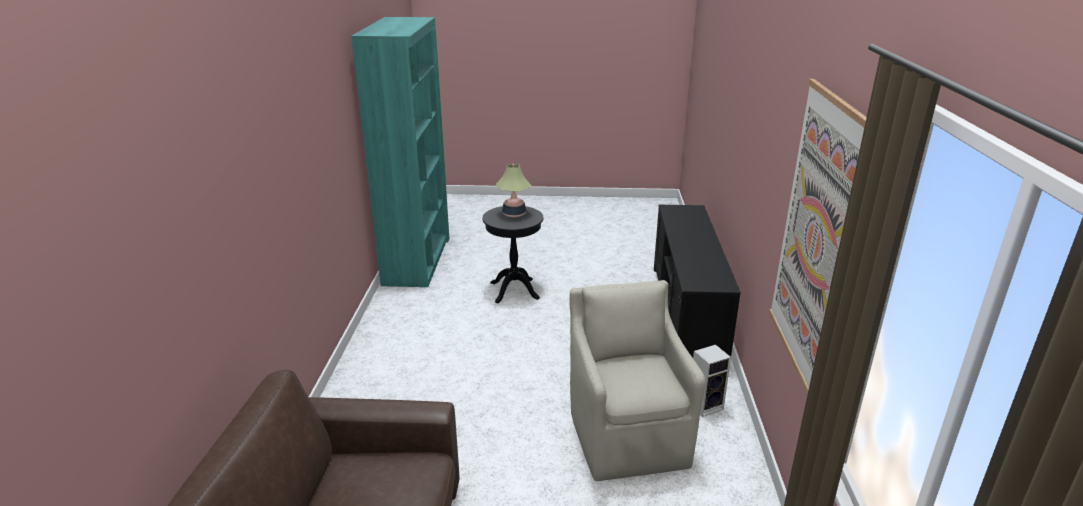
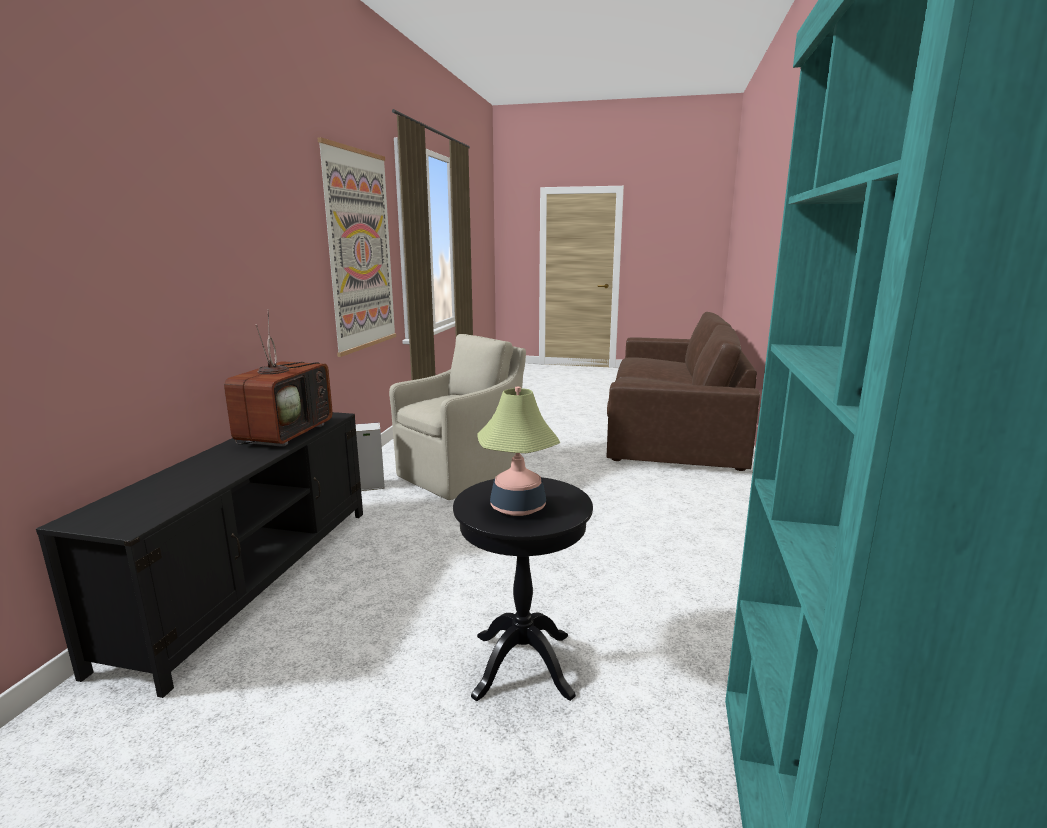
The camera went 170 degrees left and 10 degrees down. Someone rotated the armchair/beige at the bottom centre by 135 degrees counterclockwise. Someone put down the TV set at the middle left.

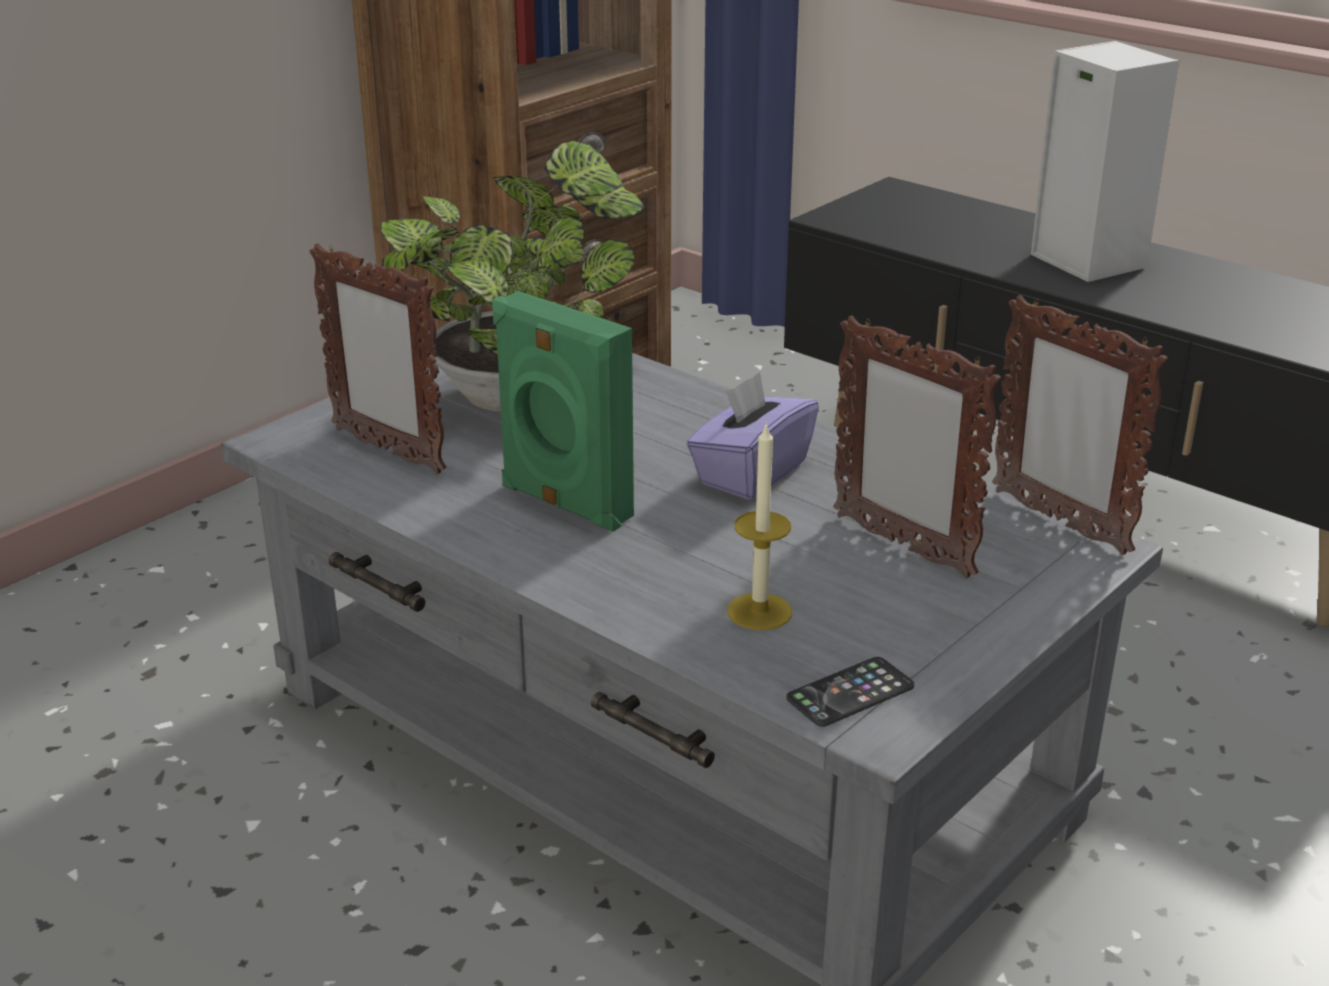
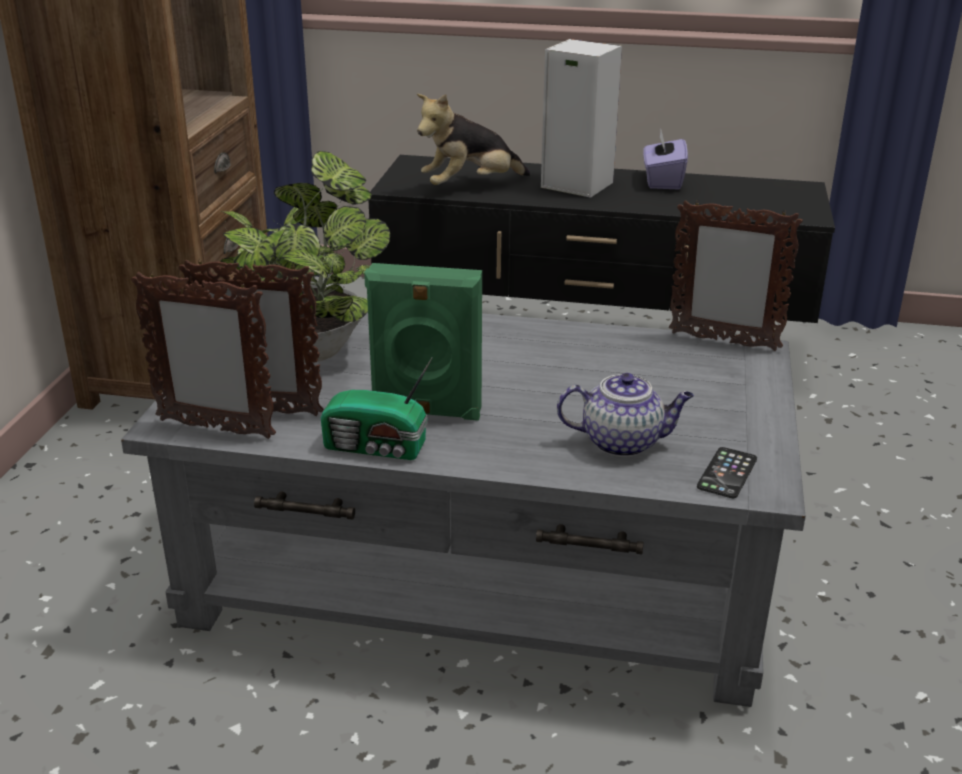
The camera went 30 degrees left and 0 degrees up. Someone carried the tissue holder/purple-coloured from the centre to the top right. Someone swapped the candle at the centre for the pot for tea at the centre. Someone carried the standing frame (2nd from left in the first image) from the middle right to the middle left. Someone put down the radio set at the centre. Someone put down the plush toy at the top centre.

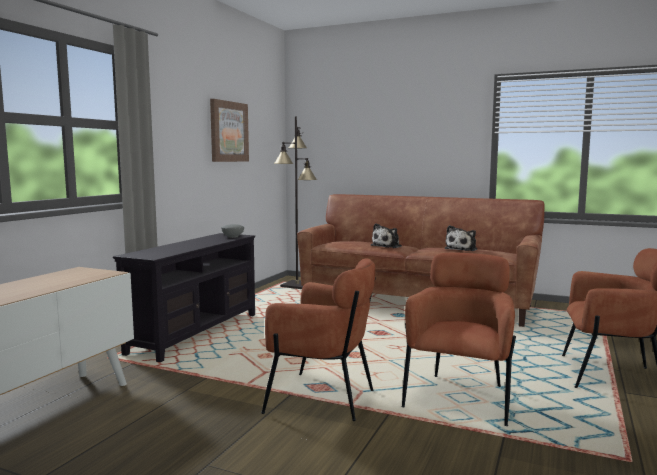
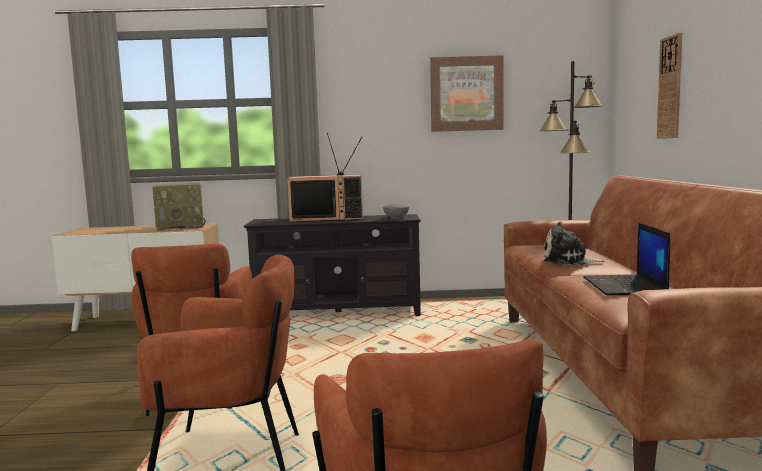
The camera went 65 degrees right and 0 degrees up. Someone swapped the plush toy (2nd from left) at the middle right for the notebook computer at the middle right. Someone put down the radio set at the middle left. Someone put down the TV set at the centre. Someone put up the hanging clock at the top right.

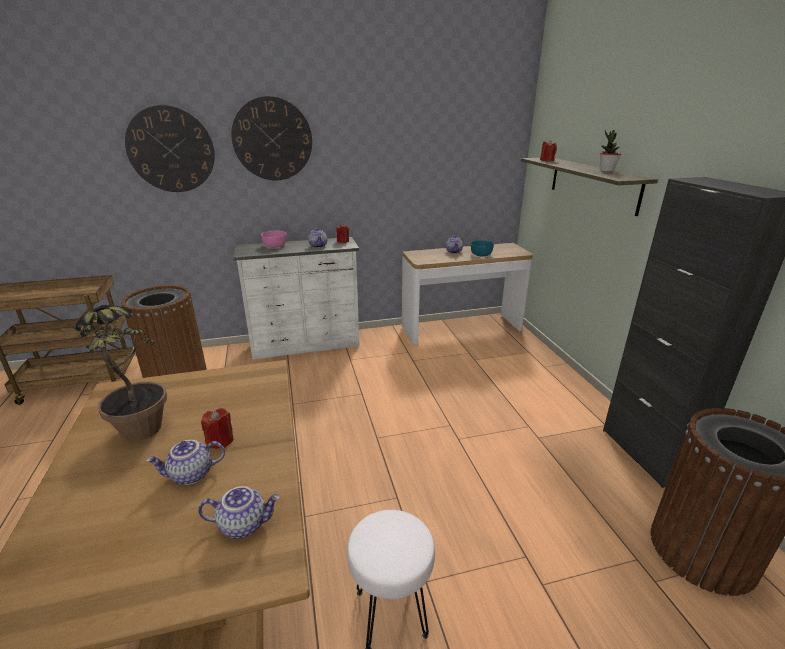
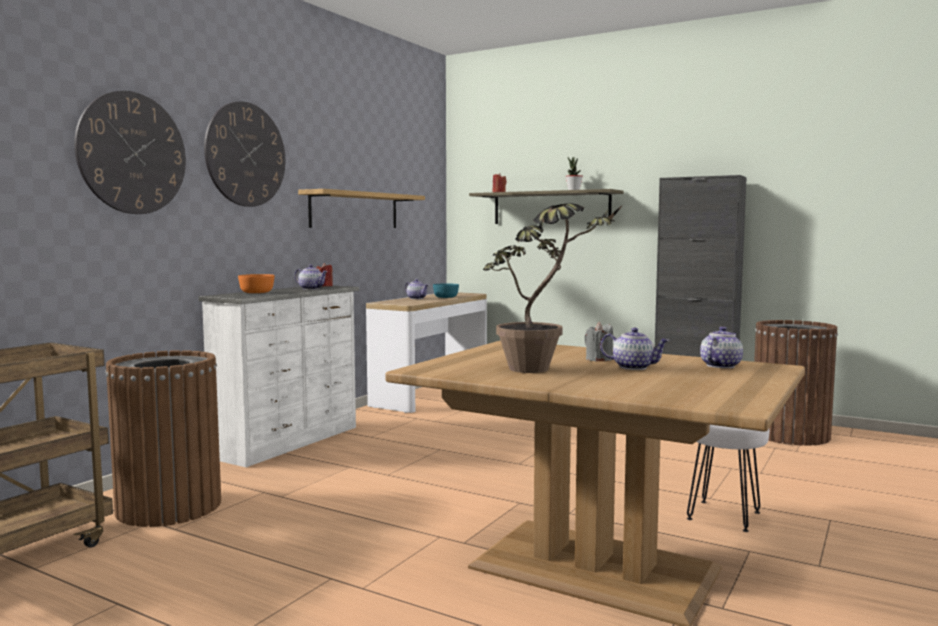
The camera went 45 degrees left and 20 degrees down. Someone rotated the pot for tea (1st from left in the first image) at the bottom left by 90 degrees counterclockwise. Someone repainted the candle/red (1st from left) at the middle left, which became the candle/gray at the centre. Someone repainted the bowl/pink-coloured at the centre, which became the bowl/orange at the middle left. Someone put up the bracket shelf (1st from left) at the top centre.

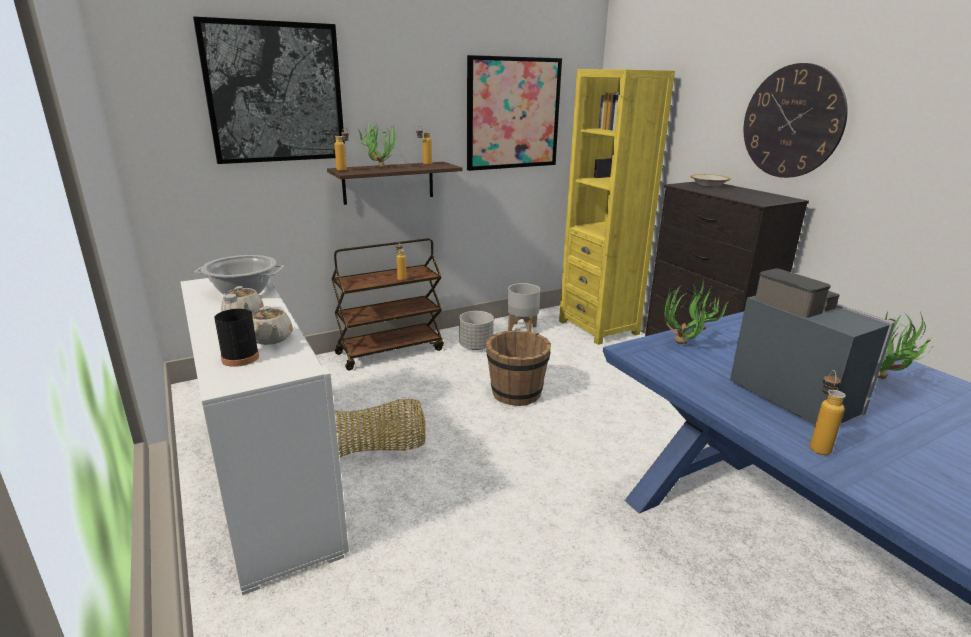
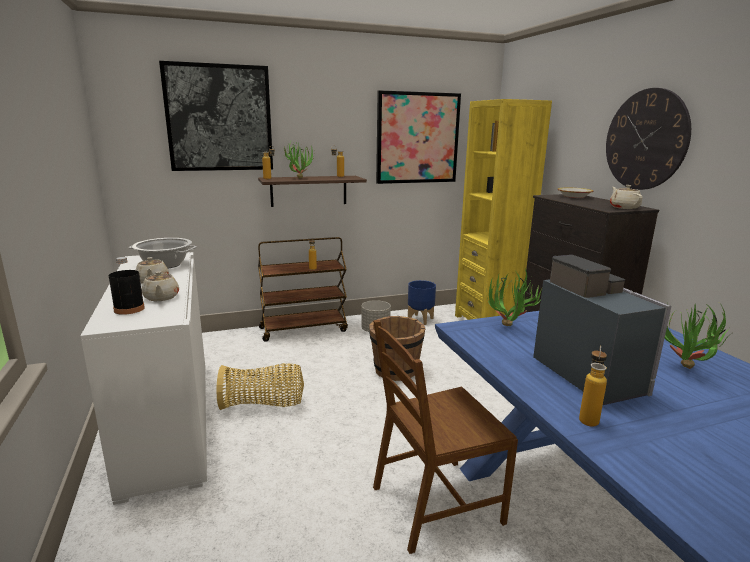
The camera went 10 degrees right and 5 degrees down. Someone repainted the flower pot/gray (2nd from left) at the centre, which became the flower pot/blue-coloured at the centre. Someone put down the chair/brownish at the bottom centre. Someone put down the pot for tea/beige (3rd from left) at the middle right.

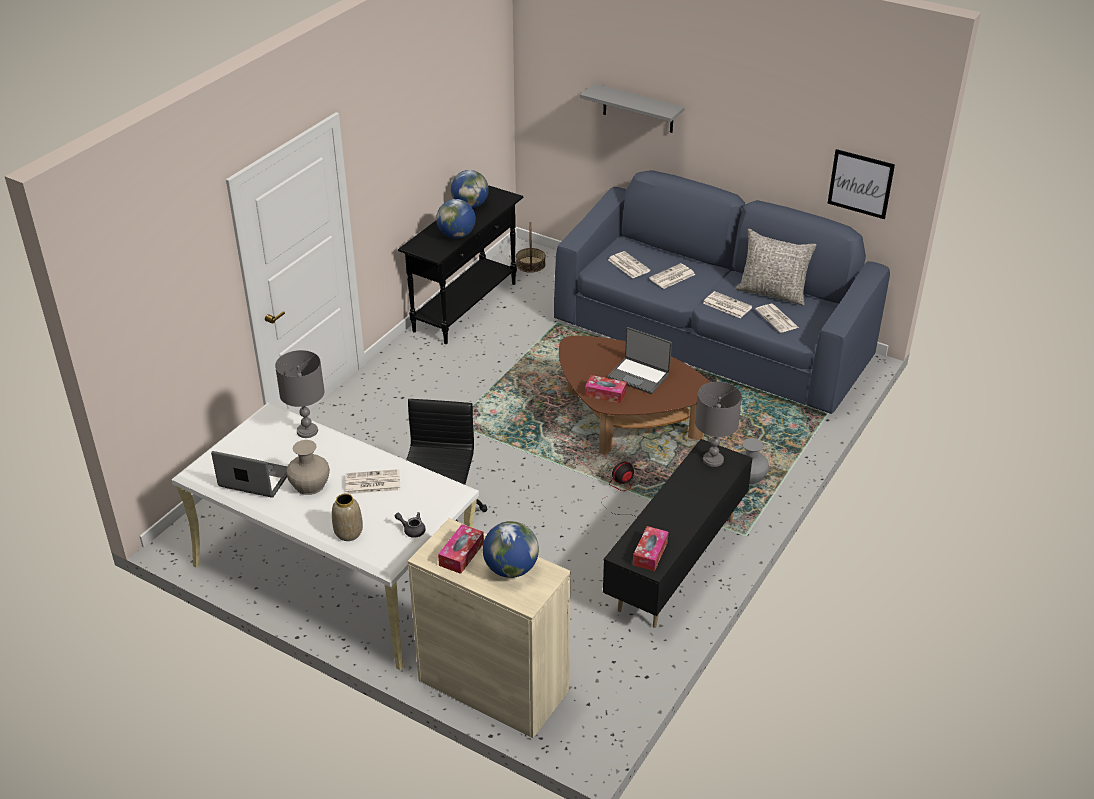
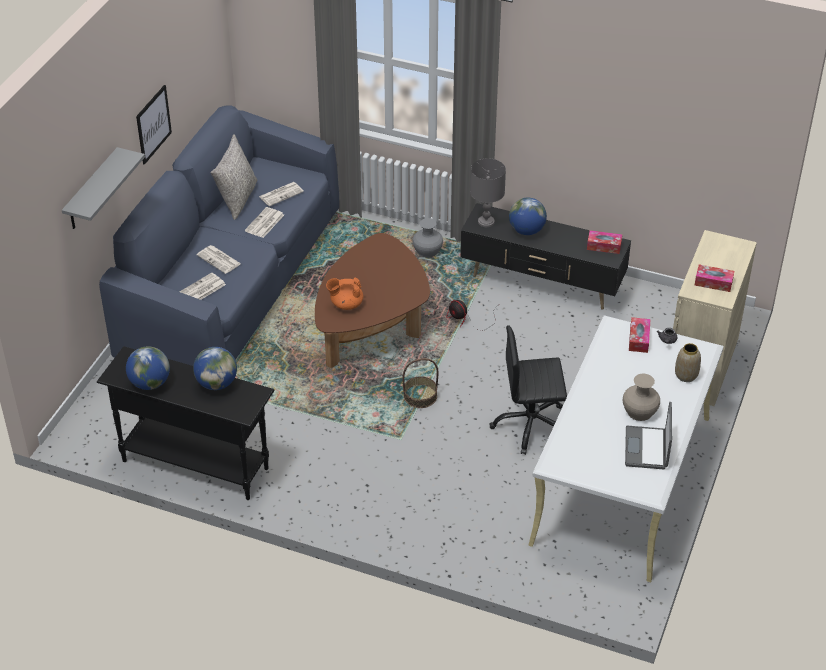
The camera went 100 degrees left and 5 degrees up. Someone took away the tabletop lamp/gray (1st from left) at the middle left. Someone took away the newspaper (1st from left) at the centre. Someone carried the globe (3rd from left) from the bottom centre to the top centre. Someone carried the storage basket from the top centre to the centre. Someone carried the tissue holder (2nd from left) from the centre to the middle right. Someone took away the notebook computer (2nd from left) at the centre. Someone carried the wall picture from the top right to the top left. Someone put down the pot for tea/orange at the centre.

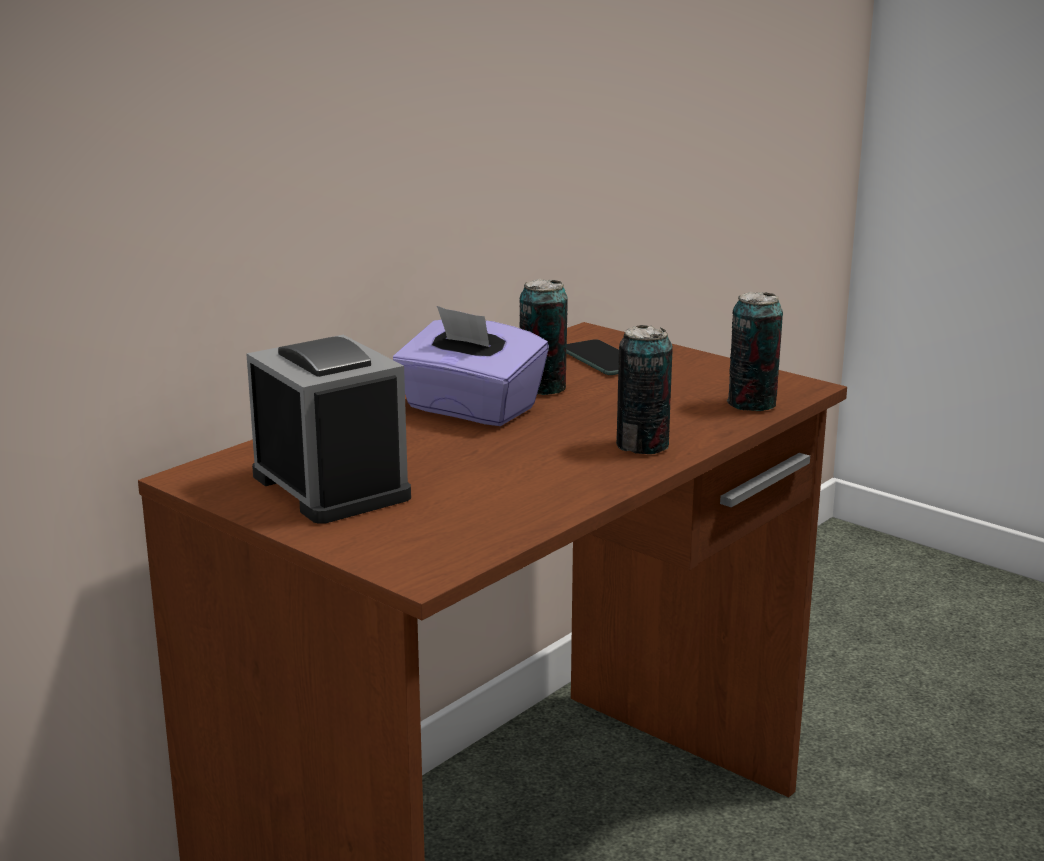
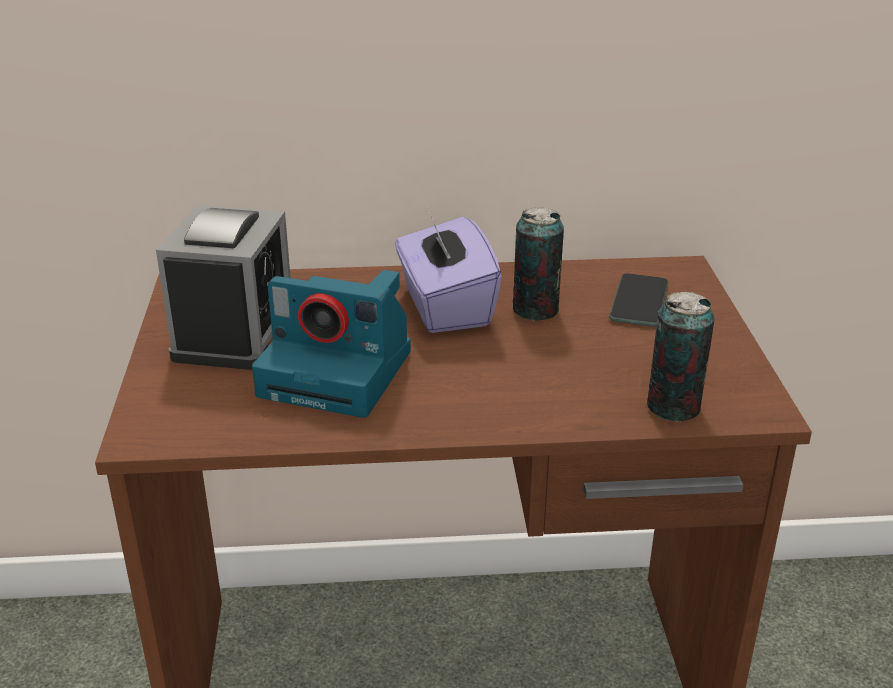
The camera went 45 degrees right and 10 degrees up. Someone took away the can (2nd from left) at the centre. Someone put down the photo camera at the centre.

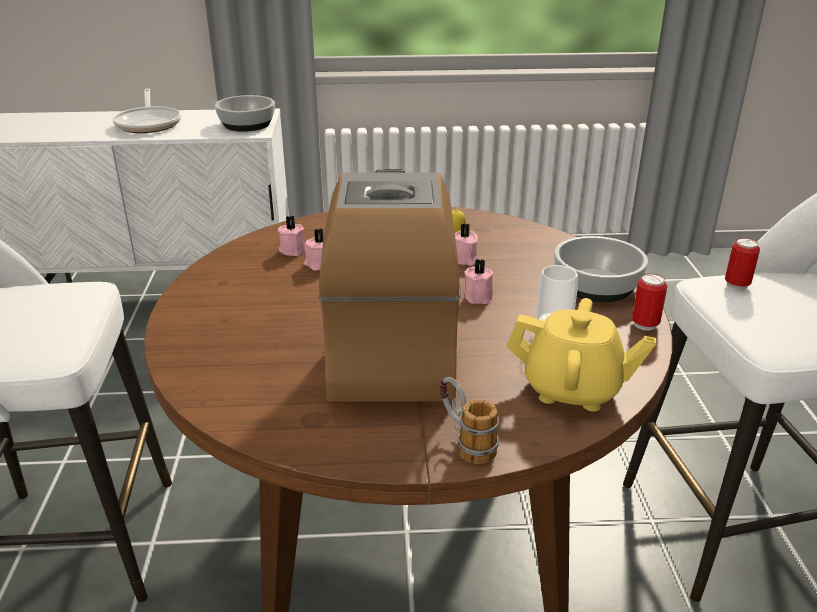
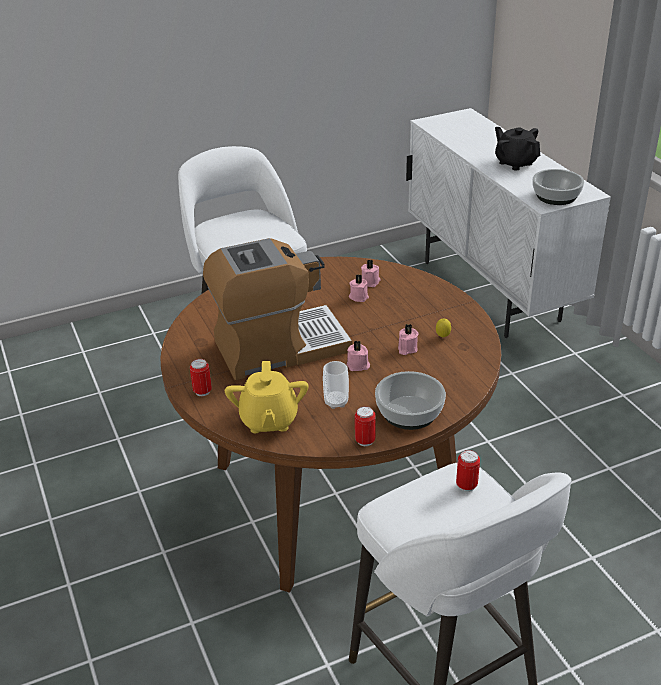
The camera went 70 degrees right and 5 degrees up. Someone swapped the frying pan at the top left for the pot for tea/blackish at the top right. Someone swapped the tea mug at the bottom centre for the can (1st from left) at the middle left.

